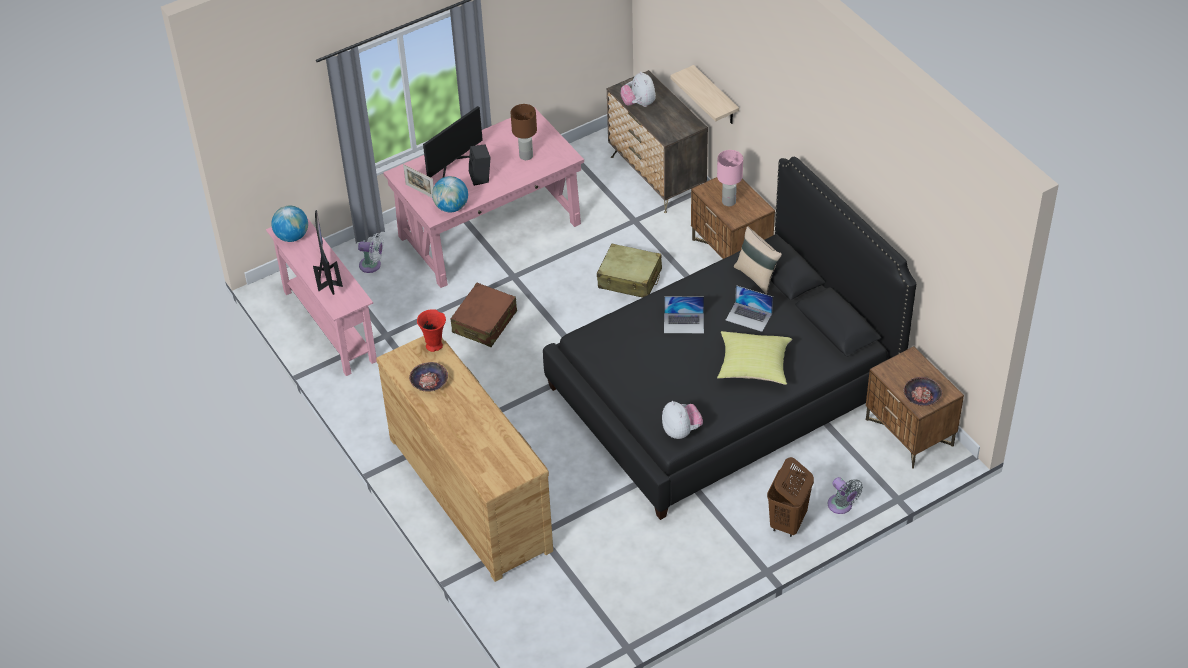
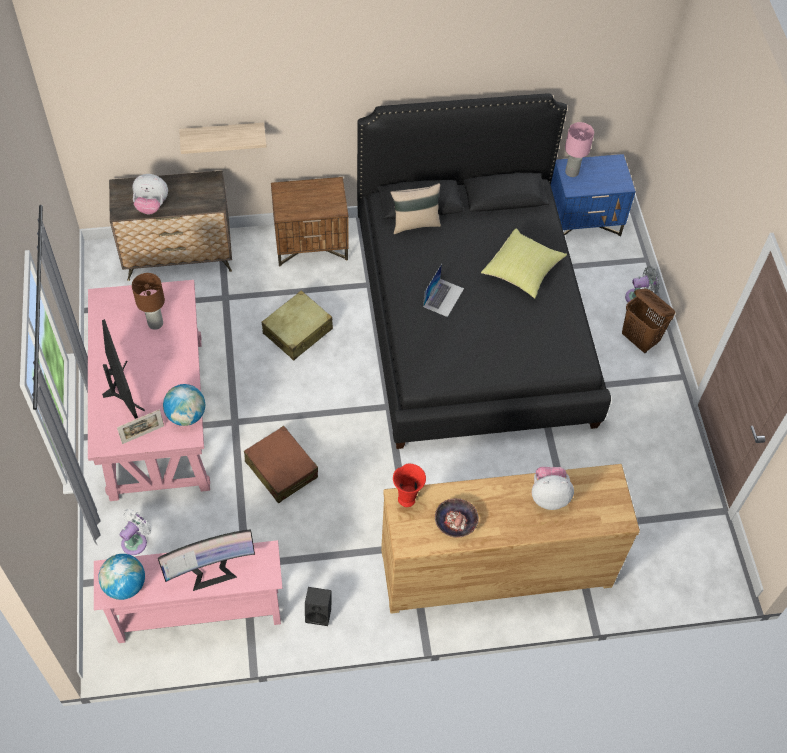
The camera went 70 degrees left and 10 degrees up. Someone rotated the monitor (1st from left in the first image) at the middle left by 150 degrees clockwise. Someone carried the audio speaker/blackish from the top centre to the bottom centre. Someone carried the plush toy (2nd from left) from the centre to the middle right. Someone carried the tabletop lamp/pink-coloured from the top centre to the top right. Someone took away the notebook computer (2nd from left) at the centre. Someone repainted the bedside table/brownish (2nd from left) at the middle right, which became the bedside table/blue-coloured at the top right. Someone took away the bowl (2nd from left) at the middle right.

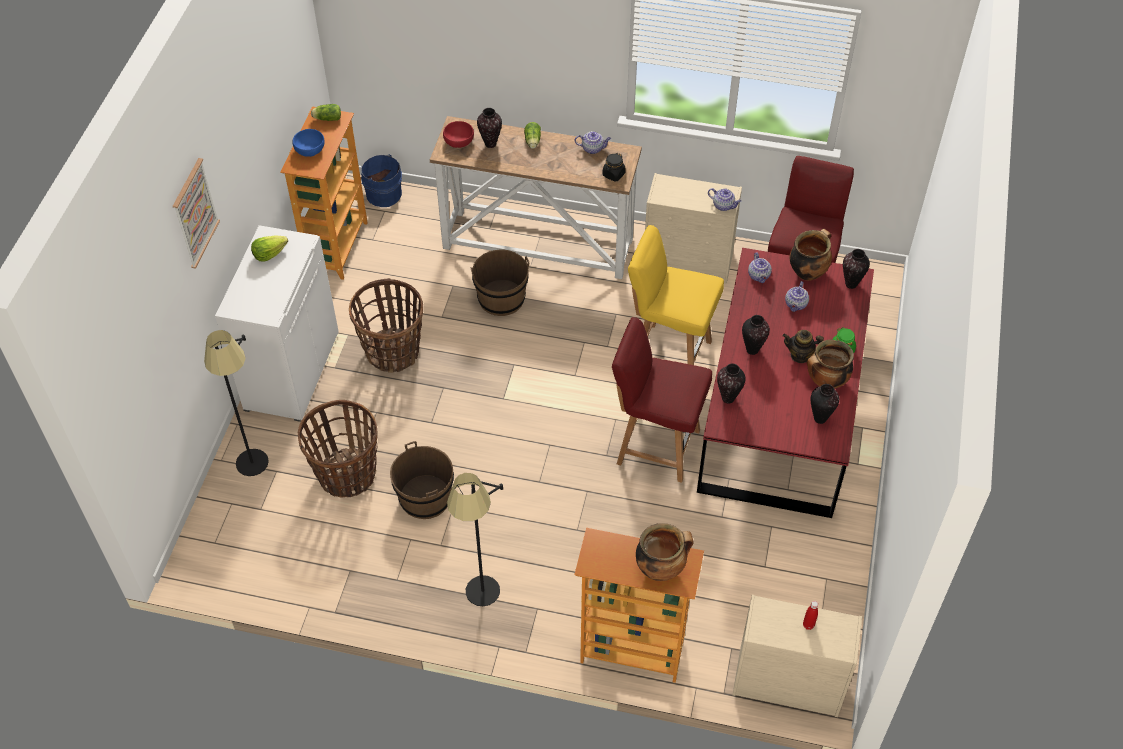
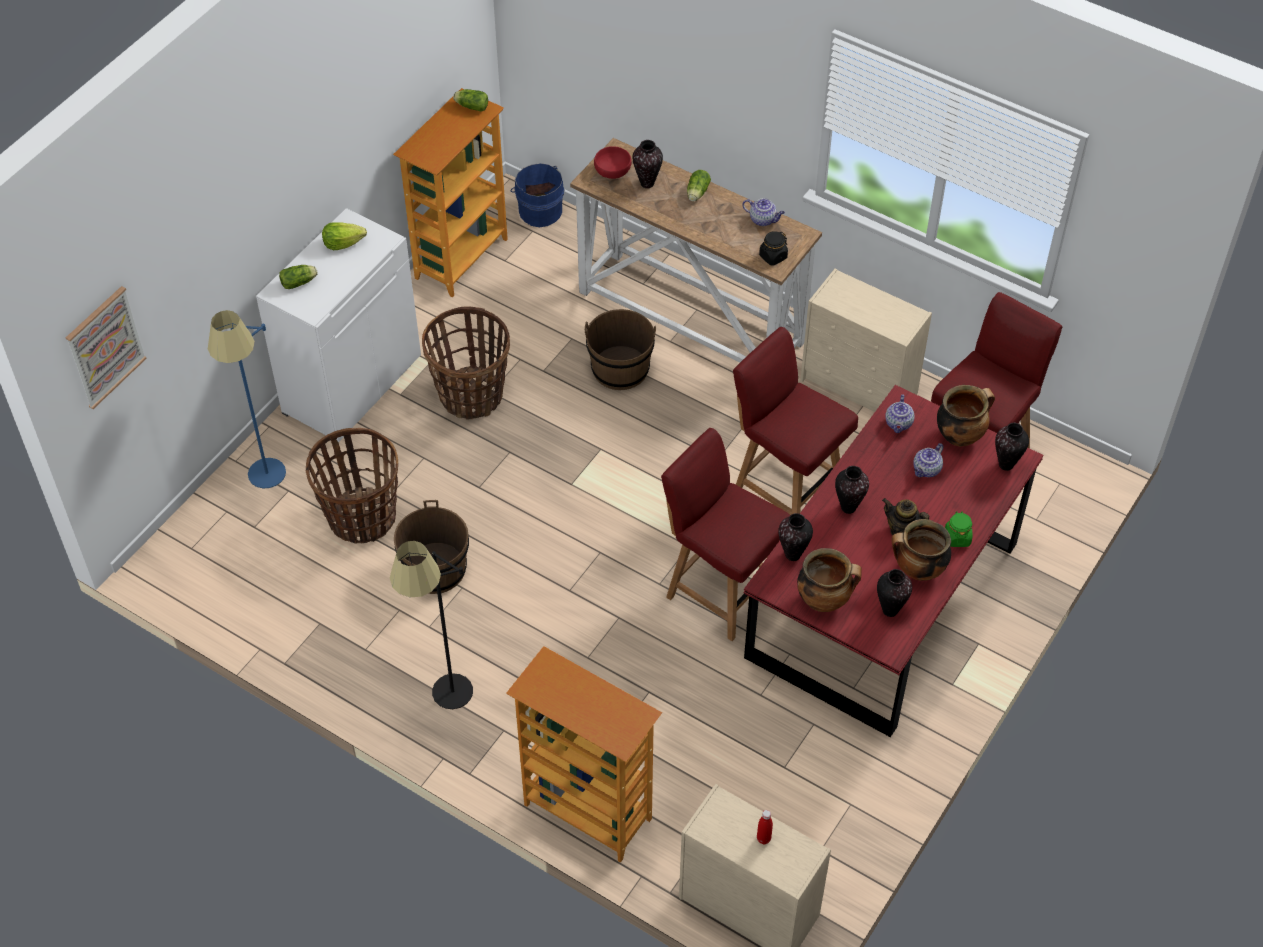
The camera went 20 degrees right and 0 degrees up. Someone carried the wall picture from the top left to the middle left. Someone repainted the floor lamp/blackish (1st from left) at the middle left, which became the floor lamp/blue-coloured at the middle left. Someone took away the bowl/blue-coloured at the top left. Someone repainted the chair/yellow-coloured at the centre, which became the chair/red (2nd from left) at the centre. Someone carried the stockpot (1st from left) from the bottom centre to the centre. Someone took away the pot for tea (2nd from left) at the top centre. Someone put down the head of lettuce (1st from left) at the top left.

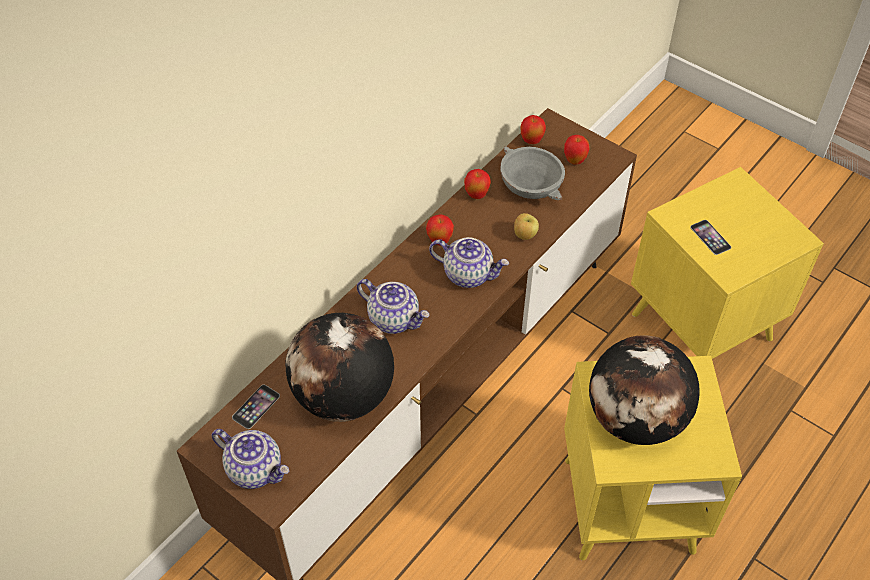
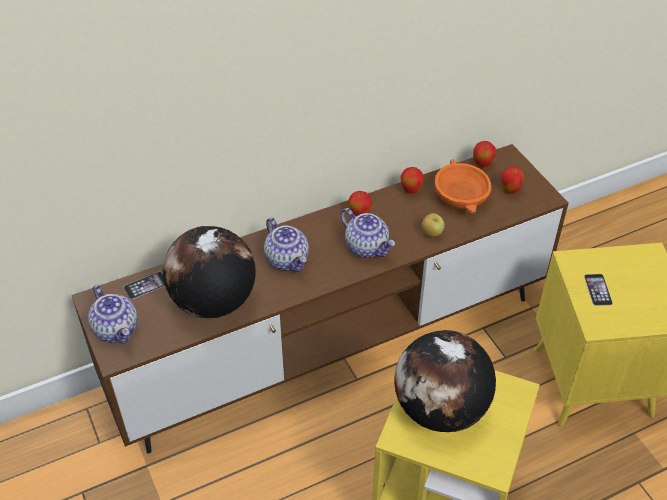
The camera went 25 degrees right and 5 degrees down. Someone repainted the bowl/gray at the top centre, which became the bowl/orange at the middle right.

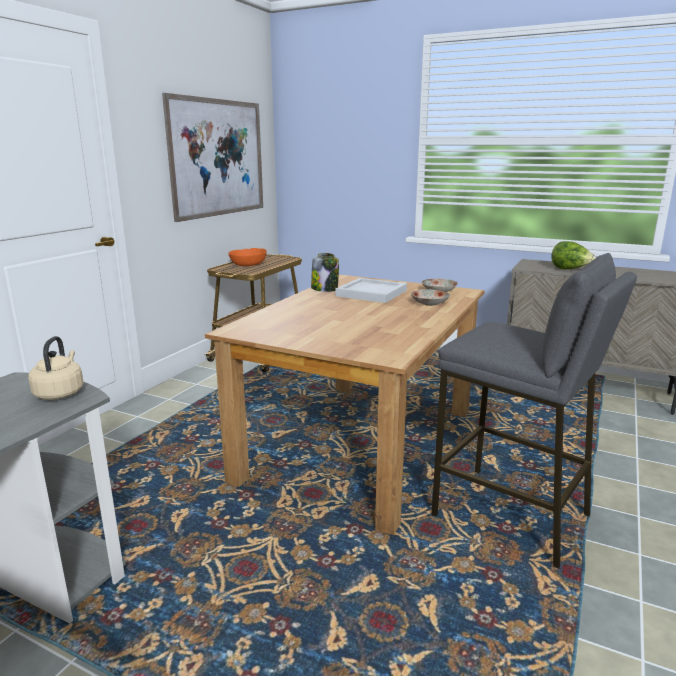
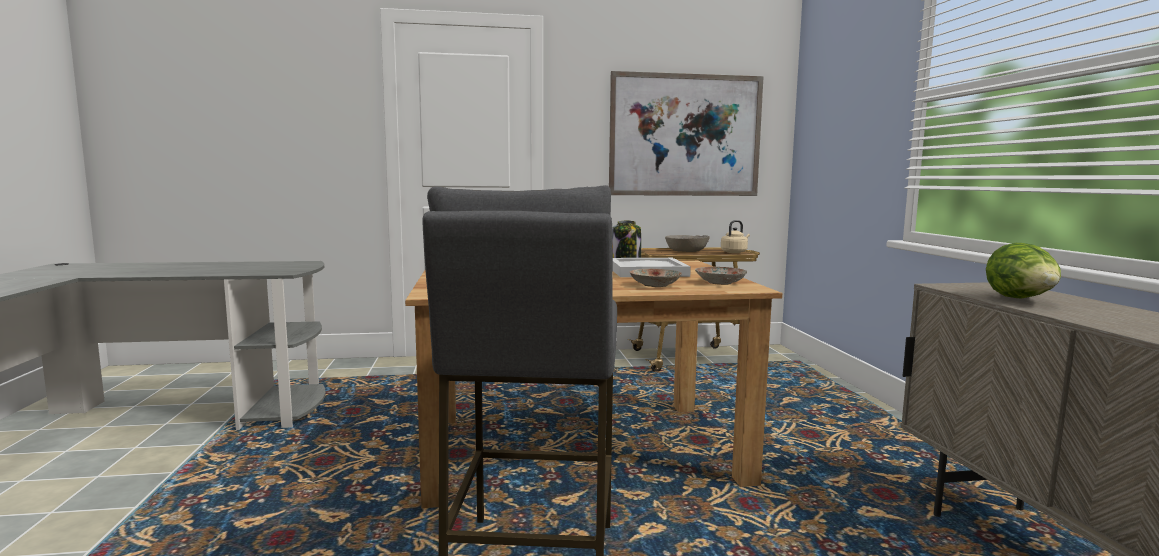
The camera went 55 degrees right and 10 degrees down. Someone carried the tea kettle/beige from the middle left to the centre. Someone repainted the bowl/orange at the centre, which became the bowl/gray at the centre.

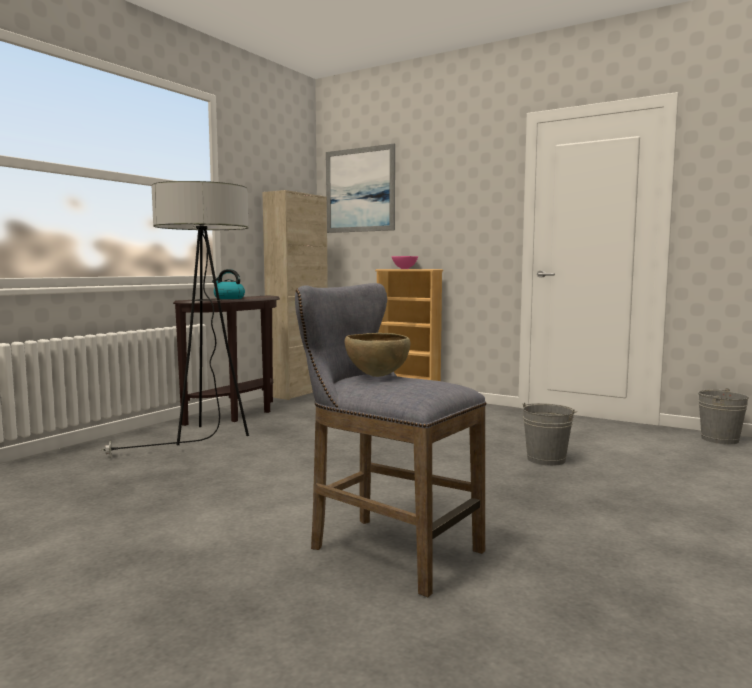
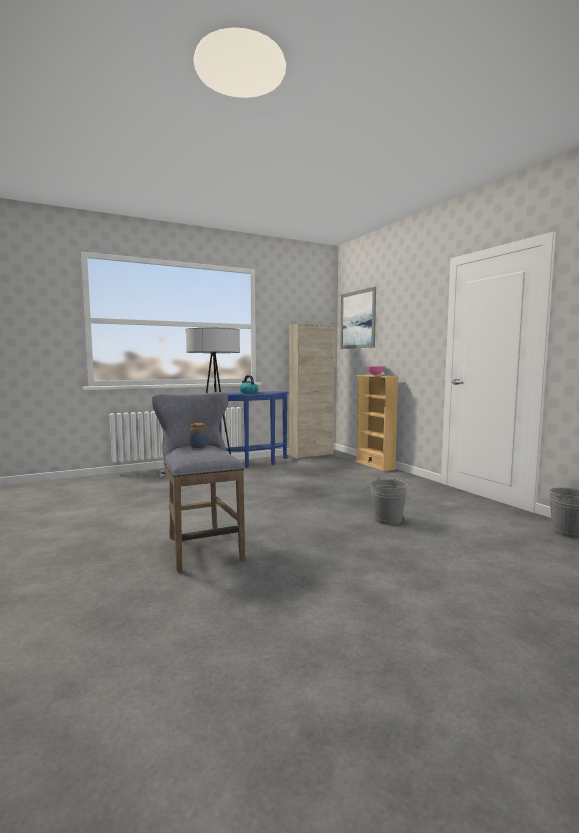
The camera went 30 degrees right and 0 degrees up. Someone repainted the console table/brownish at the middle left, which became the console table/blue-coloured at the centre. Someone swapped the bowl/brownish at the centre for the preserve jar at the centre.

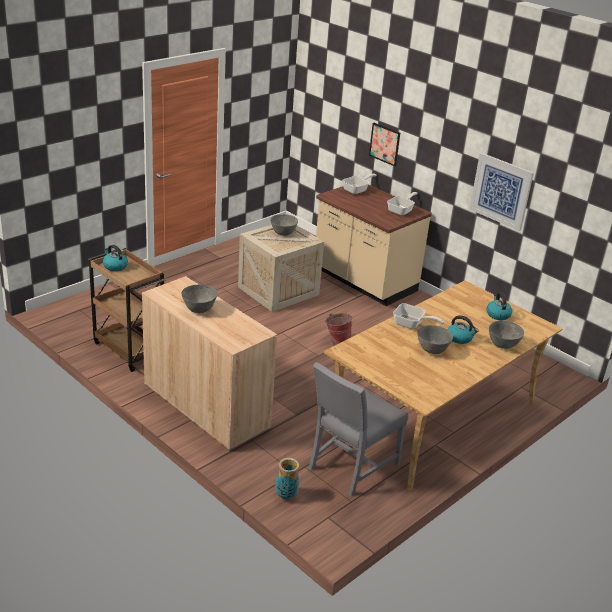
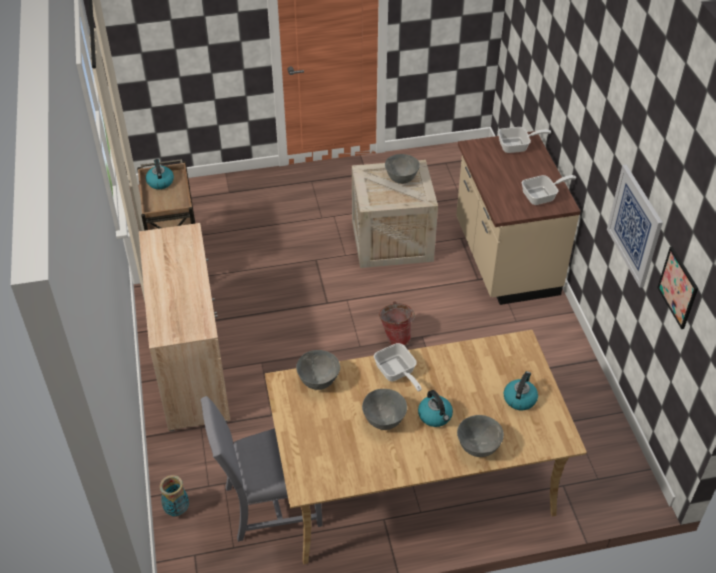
The camera went 35 degrees right and 15 degrees up. Someone carried the bowl/gray (1st from left) from the middle left to the centre. Someone carried the wall picture (1st from left in the first image) from the top centre to the middle right.

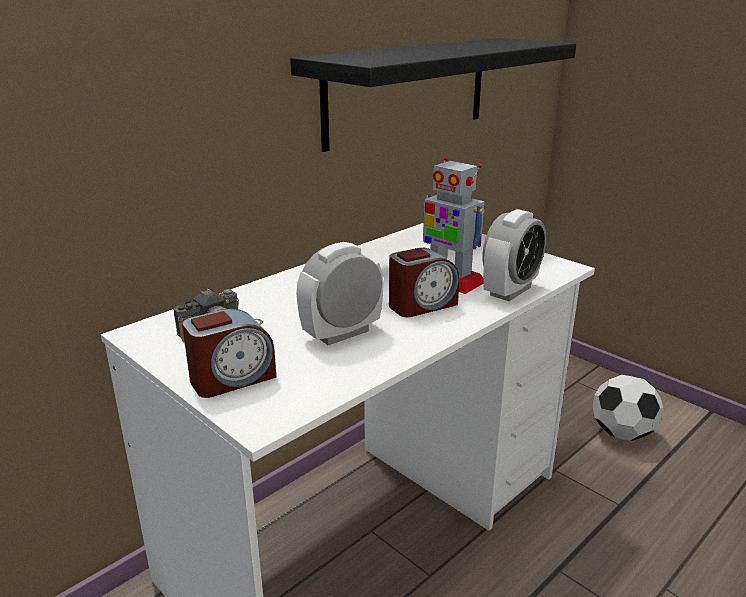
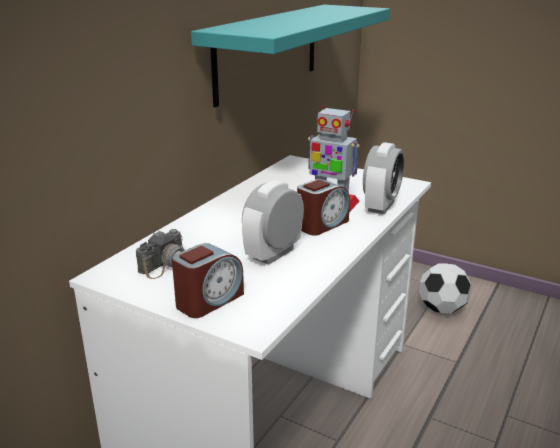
The camera went 15 degrees left and 0 degrees up. Someone repainted the bracket shelf/blackish at the top centre, which became the bracket shelf/turquoise-coloured at the top centre.

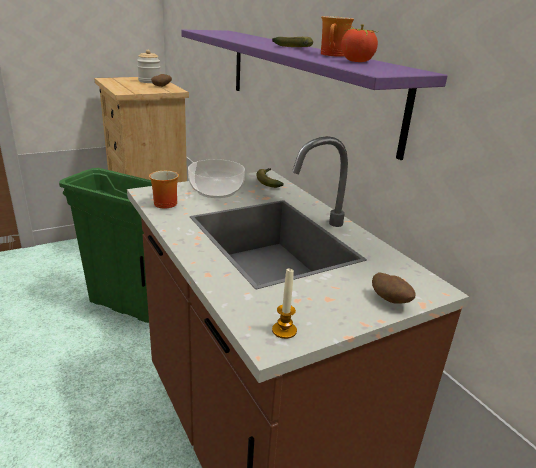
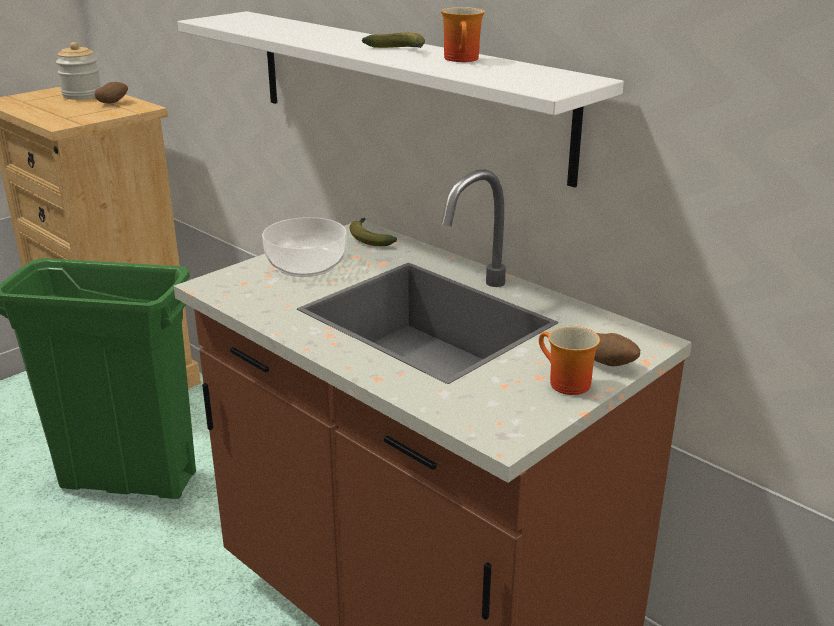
The camera went 15 degrees left and 0 degrees up. Someone carried the tea mug (1st from left in the first image) from the middle left to the middle right. Someone repainted the bracket shelf/purple-coloured at the top centre, which became the bracket shelf/white at the top centre. Someone took away the candle at the centre. Someone took away the tomato at the top right.

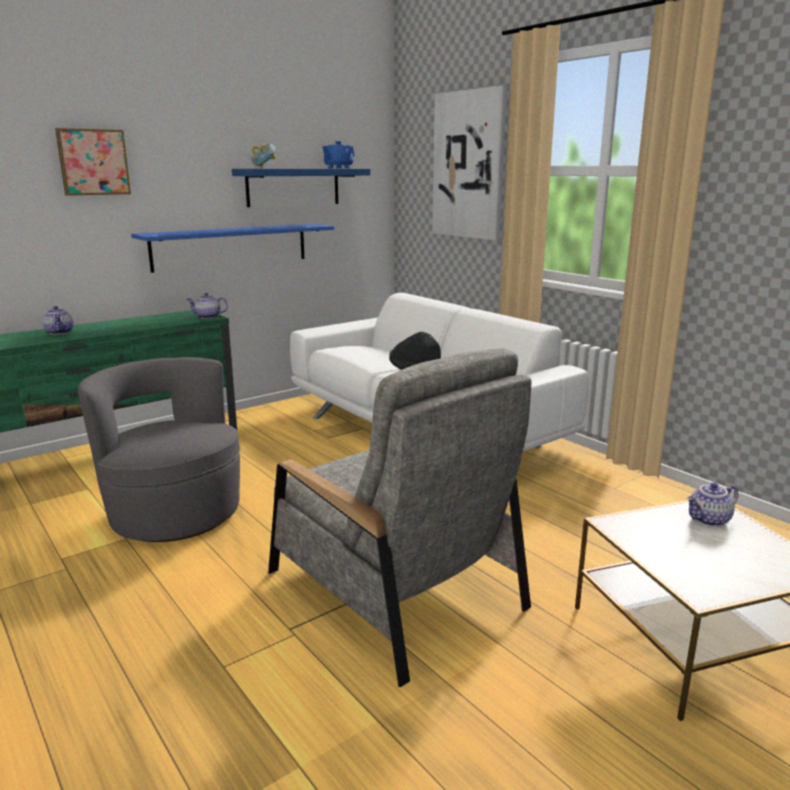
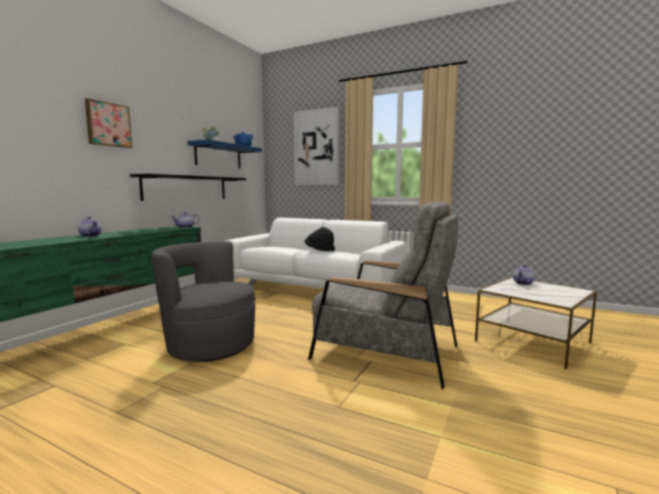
The camera went 25 degrees left and 10 degrees down. Someone repainted the bracket shelf/blue-coloured (1st from left) at the top left, which became the bracket shelf/blackish at the middle left.

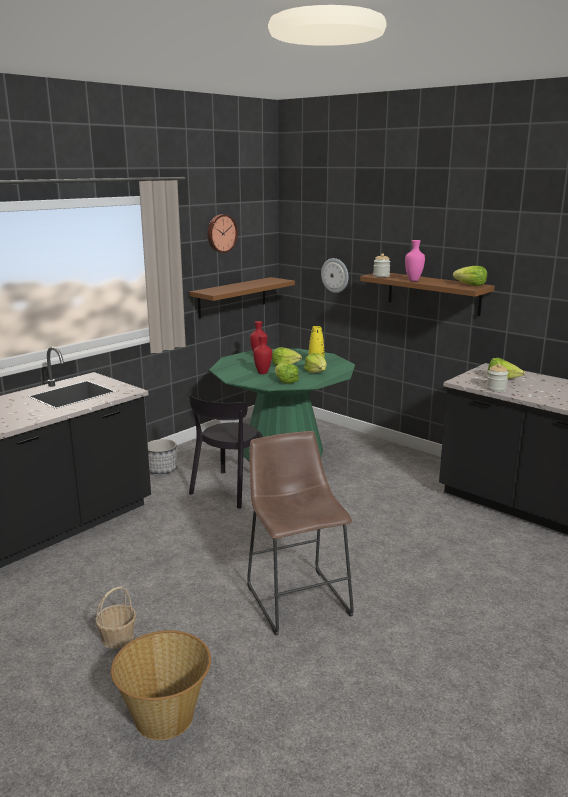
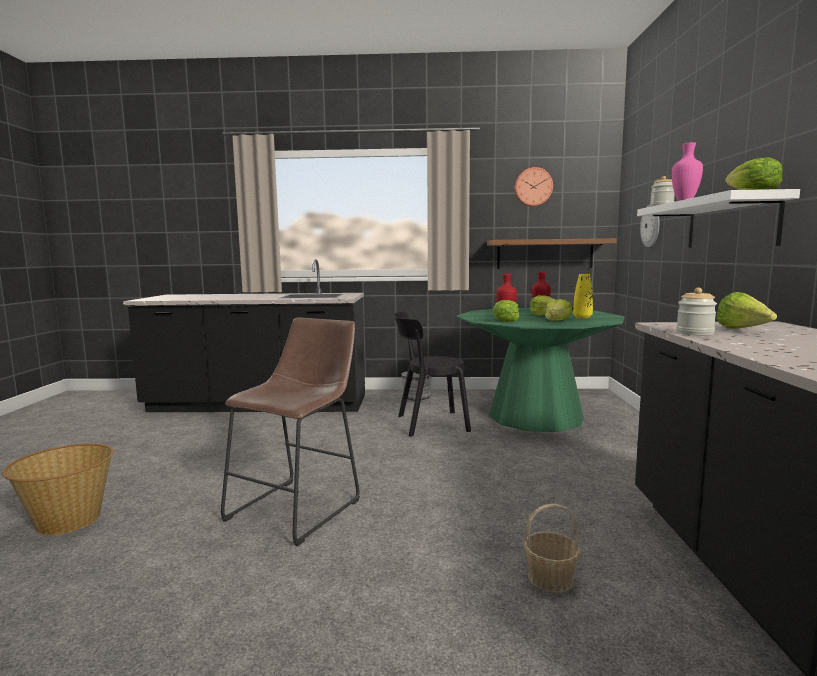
The camera went 50 degrees right and 10 degrees down. Someone carried the storage basket (1st from left in the first image) from the bottom left to the bottom right. Someone repainted the bracket shelf/brownish (2nd from left) at the middle right, which became the bracket shelf/white at the top right.

